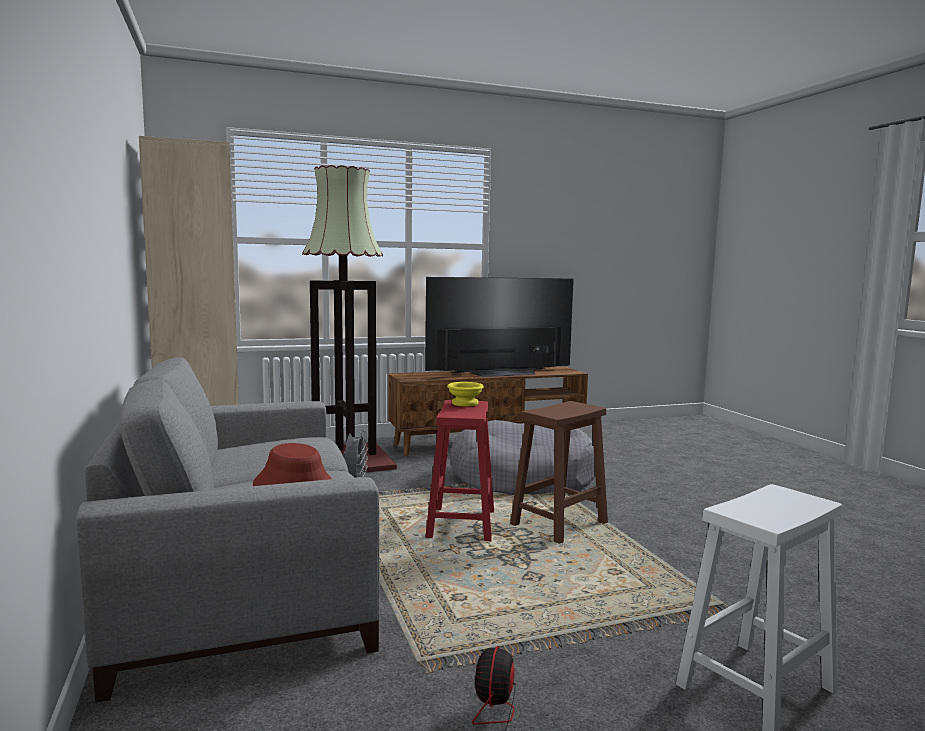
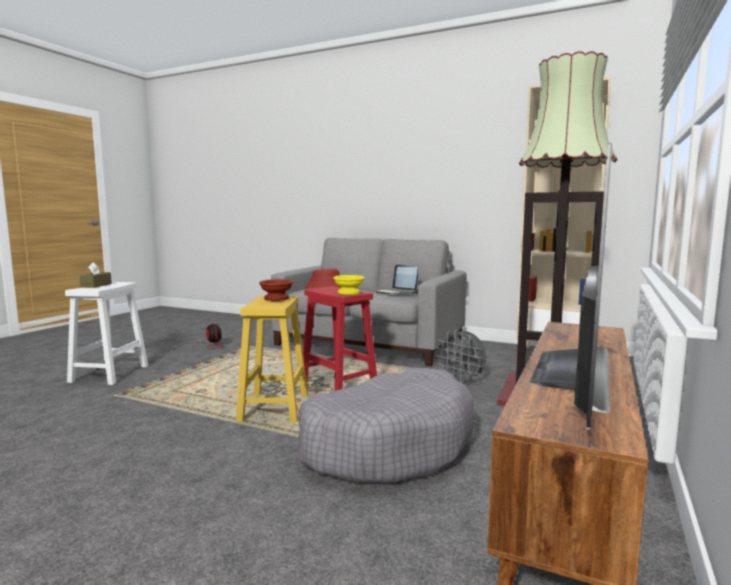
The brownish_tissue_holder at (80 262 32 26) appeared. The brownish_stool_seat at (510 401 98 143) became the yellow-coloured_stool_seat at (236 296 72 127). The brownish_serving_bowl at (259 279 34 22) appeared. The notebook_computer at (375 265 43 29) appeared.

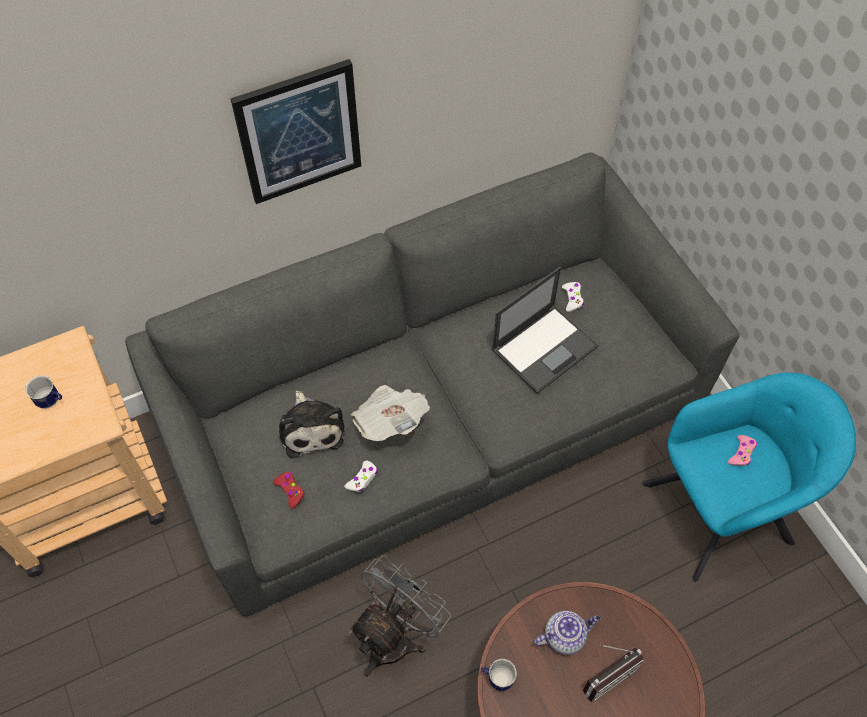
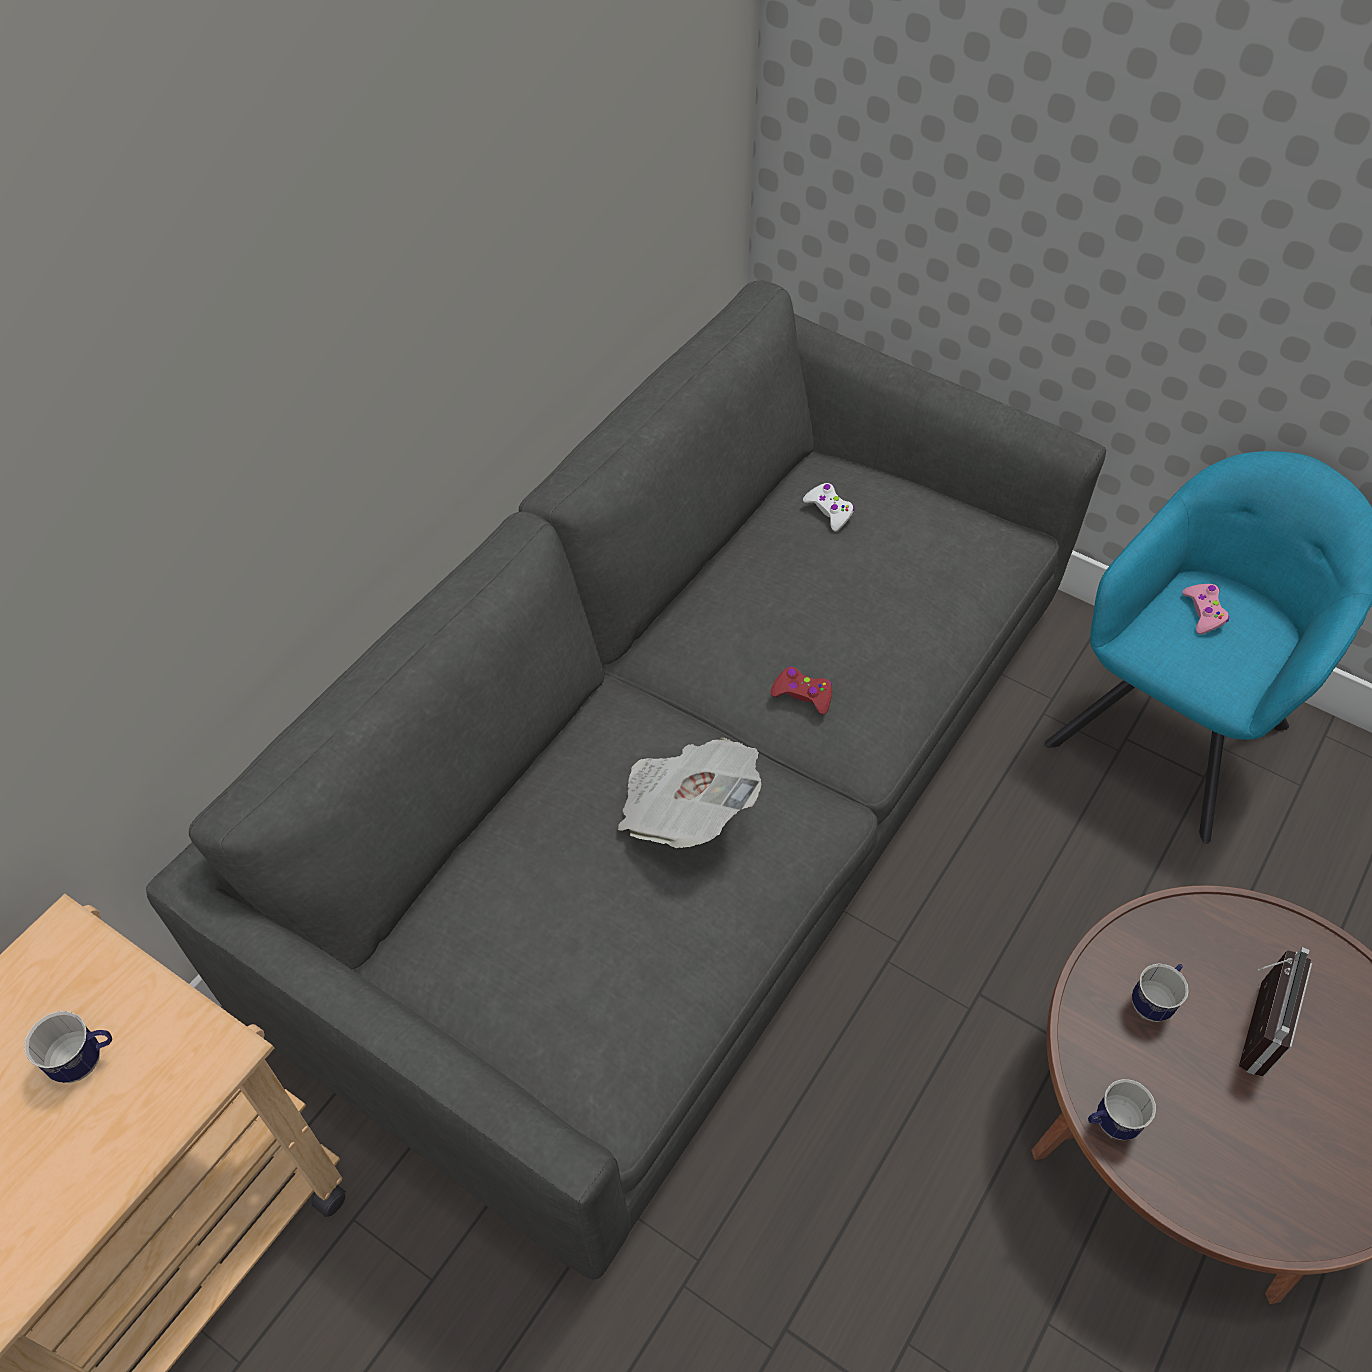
The red_gamepad moved from (273 472 32 37) to (771 666 61 49). The pot_for_tea at (534 611 66 44) was replaced by the coffee_mug at (1132 963 56 59). The picture at (230 59 131 145) disappeared. The soft_toy at (279 391 66 67) disappeared. The whitish_gamepad at (344 461 34 31) disappeared. The grey_fan at (349 555 102 122) disappeared. The notebook_computer at (492 267 106 127) disappeared.

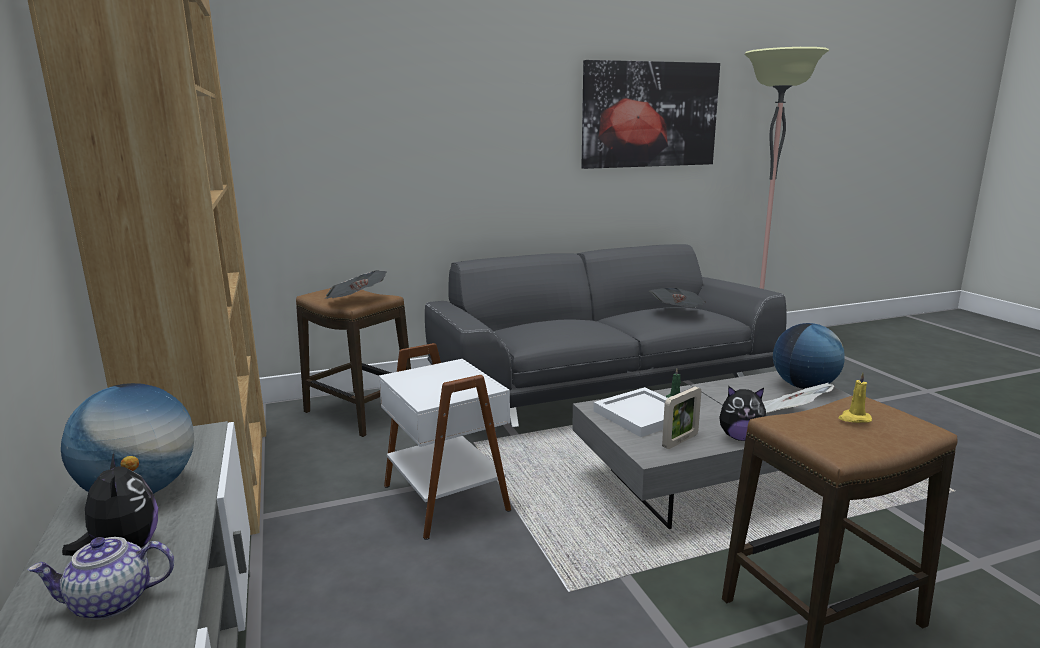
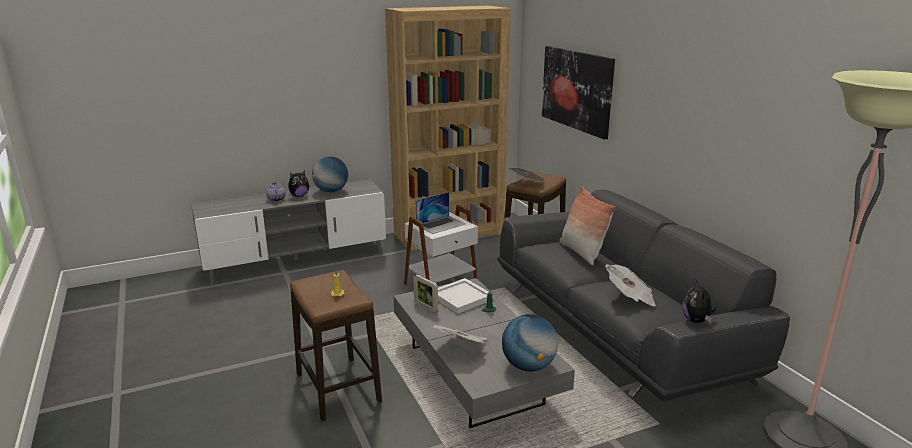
The notebook_computer at (416 192 50 42) appeared. The picture moved from (581 60 139 109) to (542 46 73 94). The throw_pillow at (560 186 56 79) appeared. The soft_toy moved from (719 386 47 55) to (682 280 34 43).

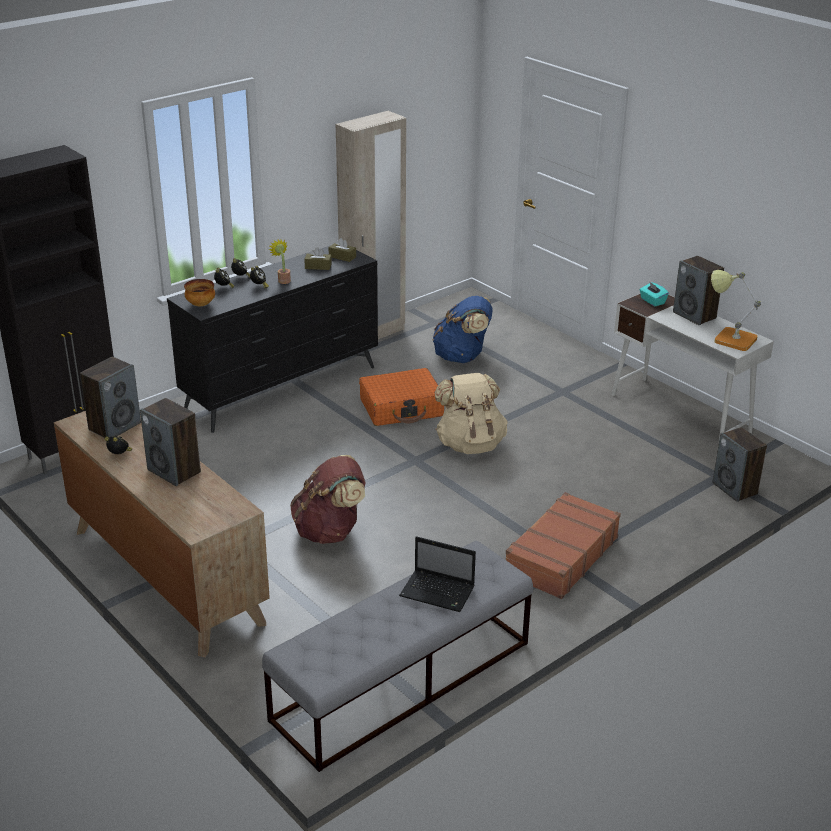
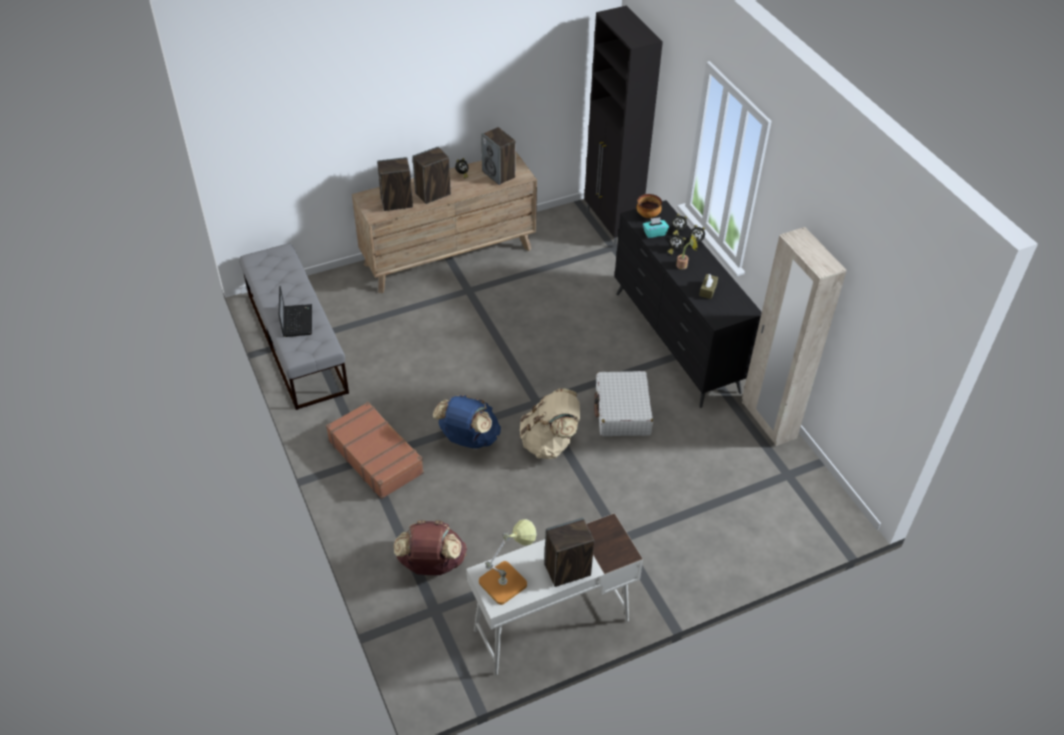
The notebook_computer at (399 536 77 76) turned 135 degrees clockwise. The speaker moved from (712 427 55 75) to (377 157 36 54). The brownish_knapsack moved from (290 455 76 89) to (394 520 73 55). The blue-coloured_knapsack moved from (433 296 60 67) to (433 395 68 54). The orangey_suitcase at (359 368 85 58) became the whitish_suitcase at (594 371 59 65). The turquoise_tissue_holder moved from (640 281 29 25) to (643 217 26 21). The brownish_tissue_holder at (328 238 28 24) disappeared.

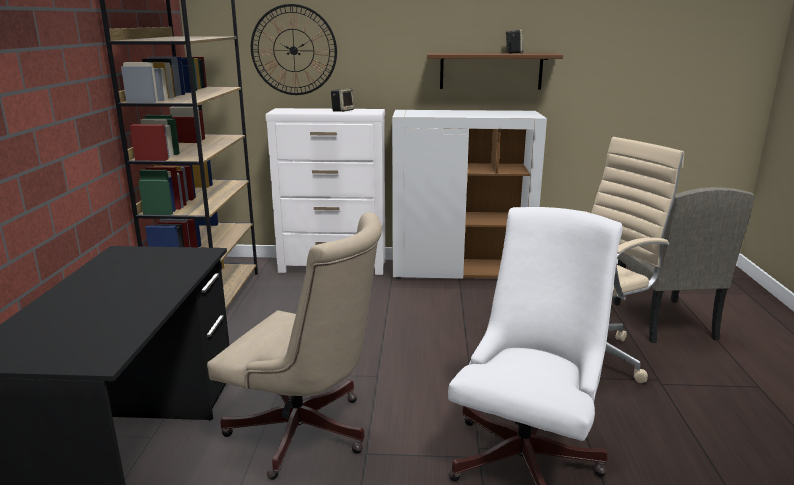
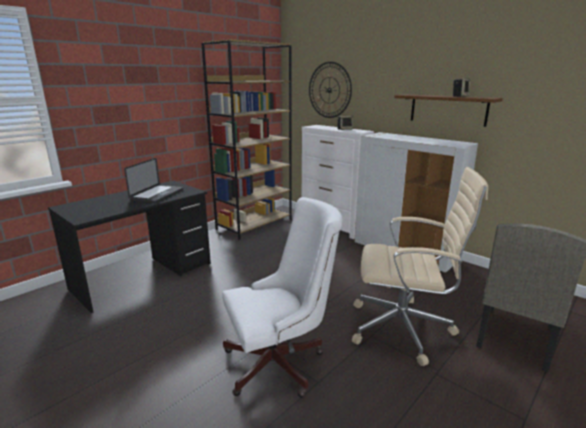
The notebook_computer at (124 158 59 45) appeared. The beige-coloured_desk_chair at (207 212 175 268) disappeared.

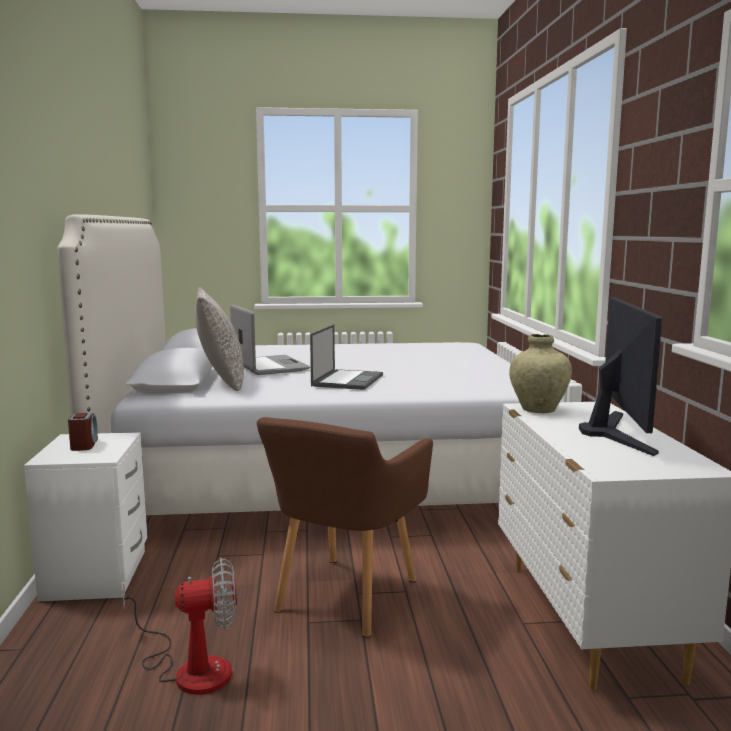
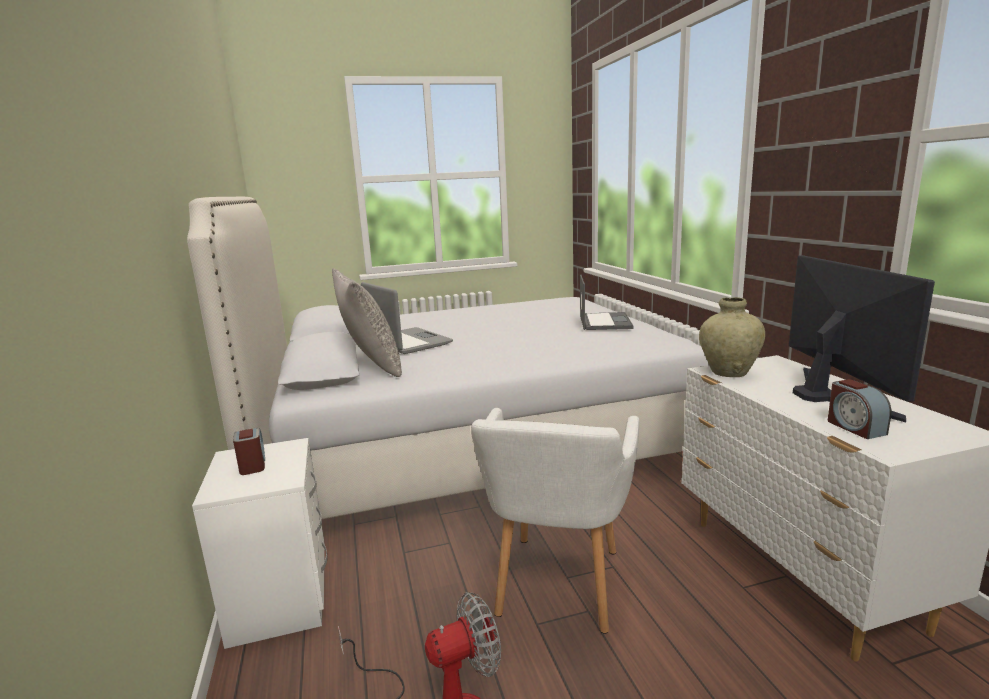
The brownish_easy_chair at (257 417 176 220) became the whitish_easy_chair at (471 408 168 226). The notebook_computer moved from (310 324 73 66) to (580 274 54 56). The alarm_clock at (828 379 63 60) appeared.

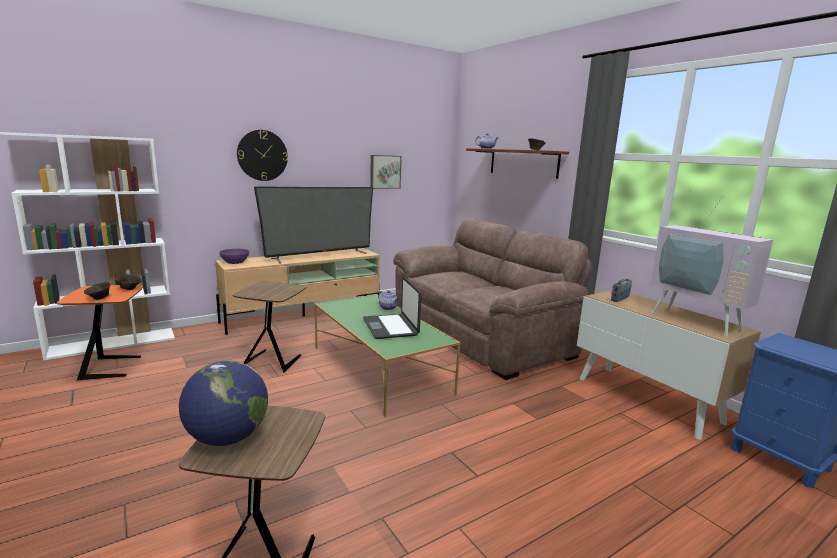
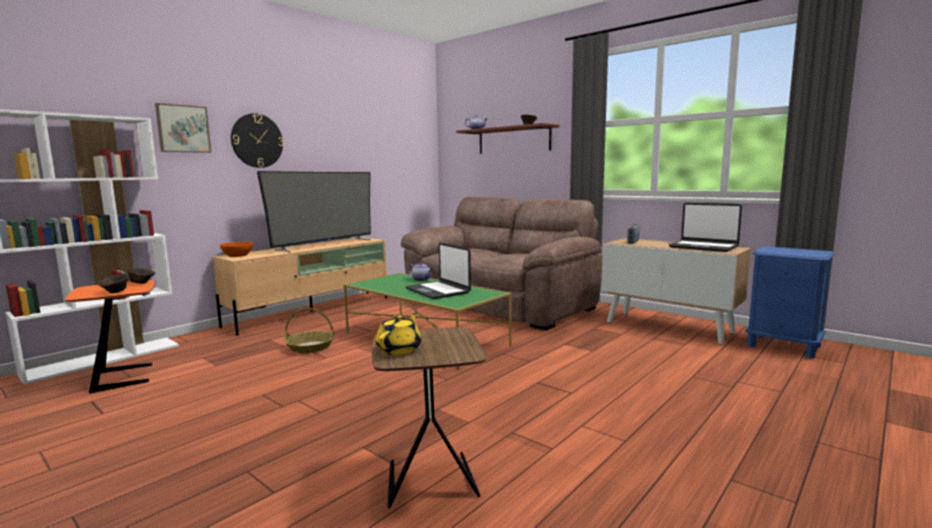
The picture moved from (370 155 32 34) to (155 103 56 50). The purplish_serving_bowl at (219 249 30 15) became the orangey_serving_bowl at (220 242 33 15). The brownish_end_table at (233 281 74 92) was replaced by the household_basket at (285 308 49 45). The globe at (179 360 89 86) was replaced by the yellow-coloured_pot_for_tea at (375 313 46 42). The TV at (650 190 123 148) was replaced by the notebook_computer at (669 203 73 49).

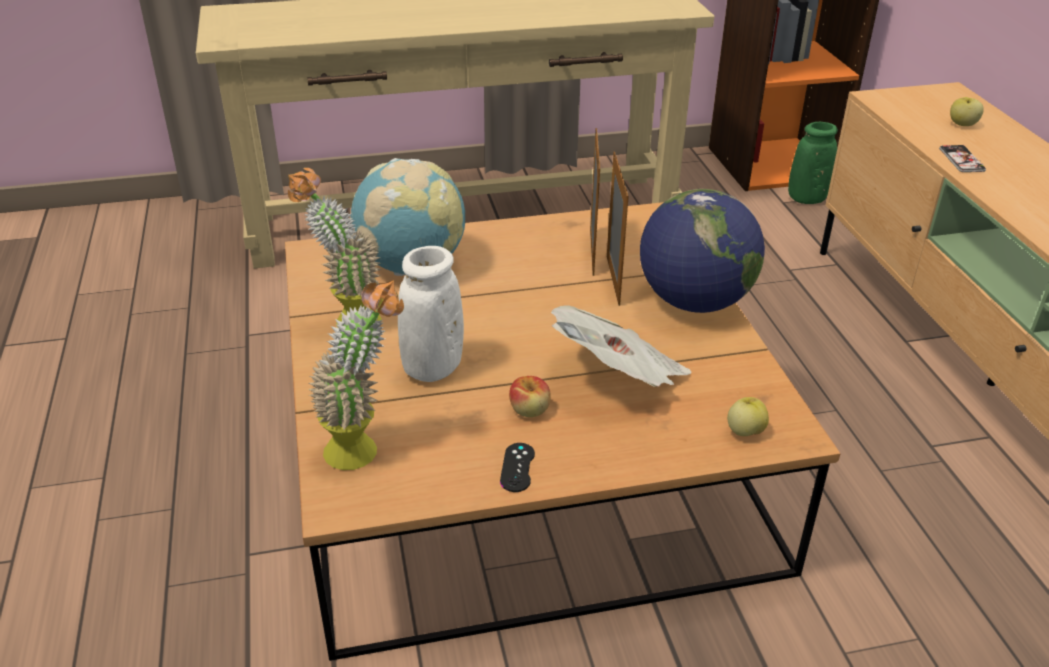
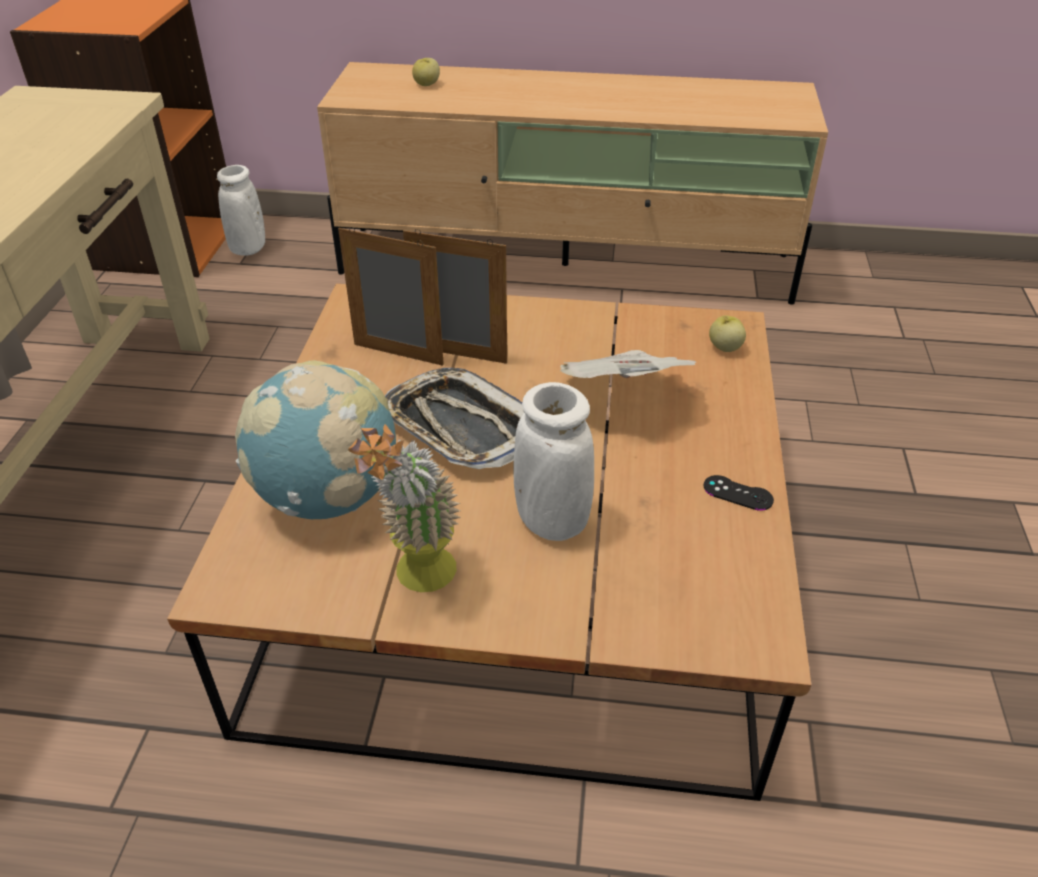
The green_flower_vase at (788 122 50 82) became the whitish_flower_vase at (217 165 48 91). The carrying_tray at (385 368 139 101) appeared. The houseplant at (308 280 96 190) disappeared. The apple at (509 376 42 41) disappeared. The globe at (640 189 125 124) disappeared. The phone at (939 145 47 27) disappeared.

